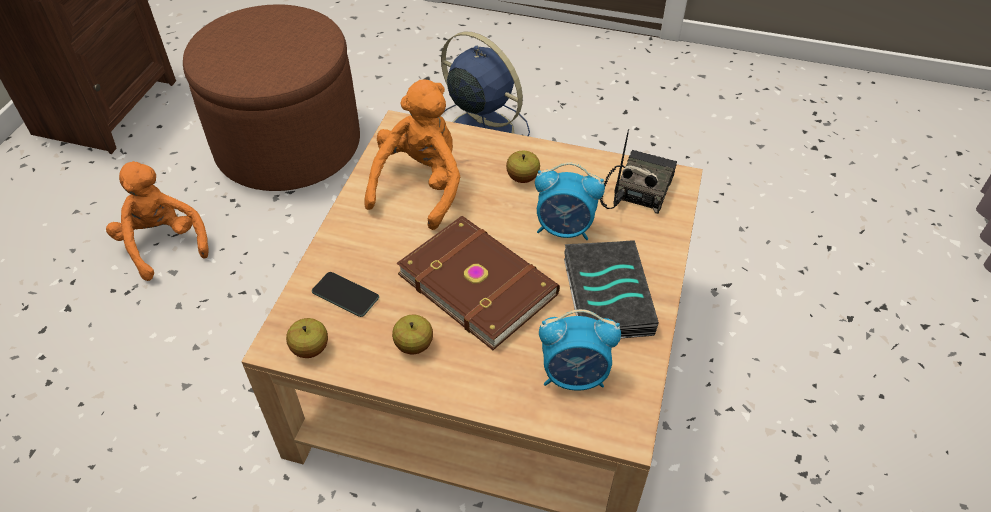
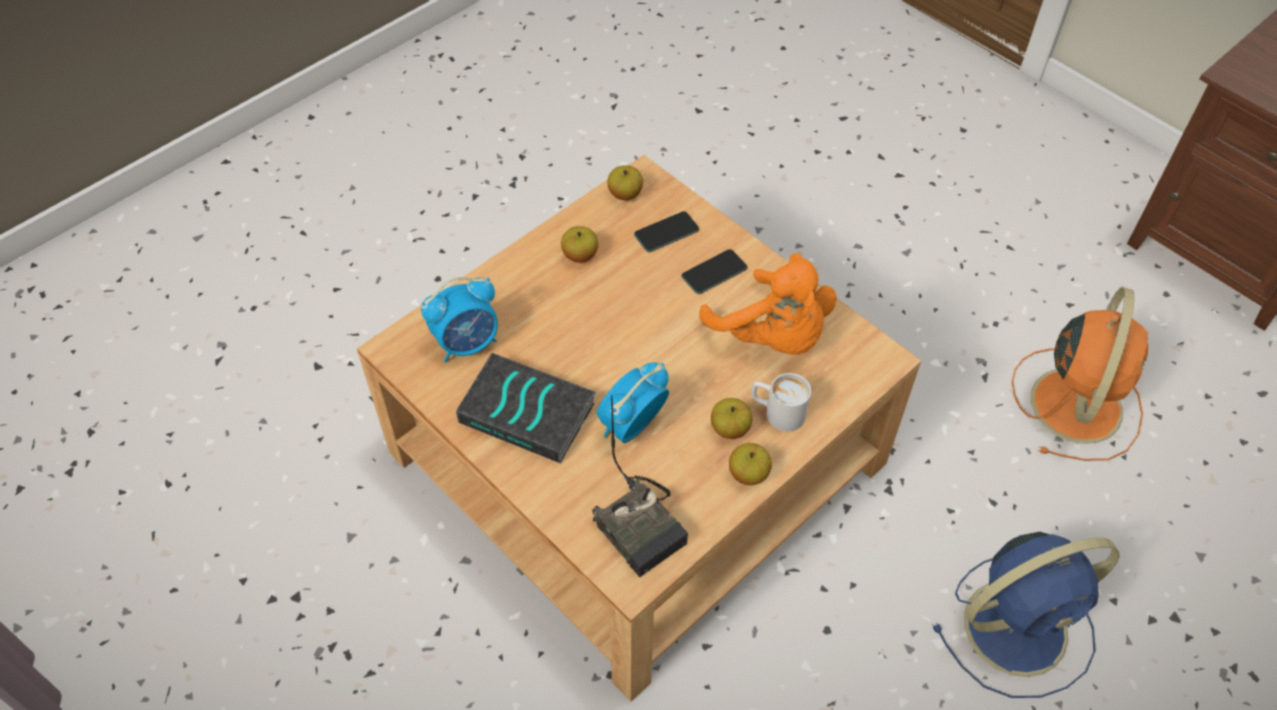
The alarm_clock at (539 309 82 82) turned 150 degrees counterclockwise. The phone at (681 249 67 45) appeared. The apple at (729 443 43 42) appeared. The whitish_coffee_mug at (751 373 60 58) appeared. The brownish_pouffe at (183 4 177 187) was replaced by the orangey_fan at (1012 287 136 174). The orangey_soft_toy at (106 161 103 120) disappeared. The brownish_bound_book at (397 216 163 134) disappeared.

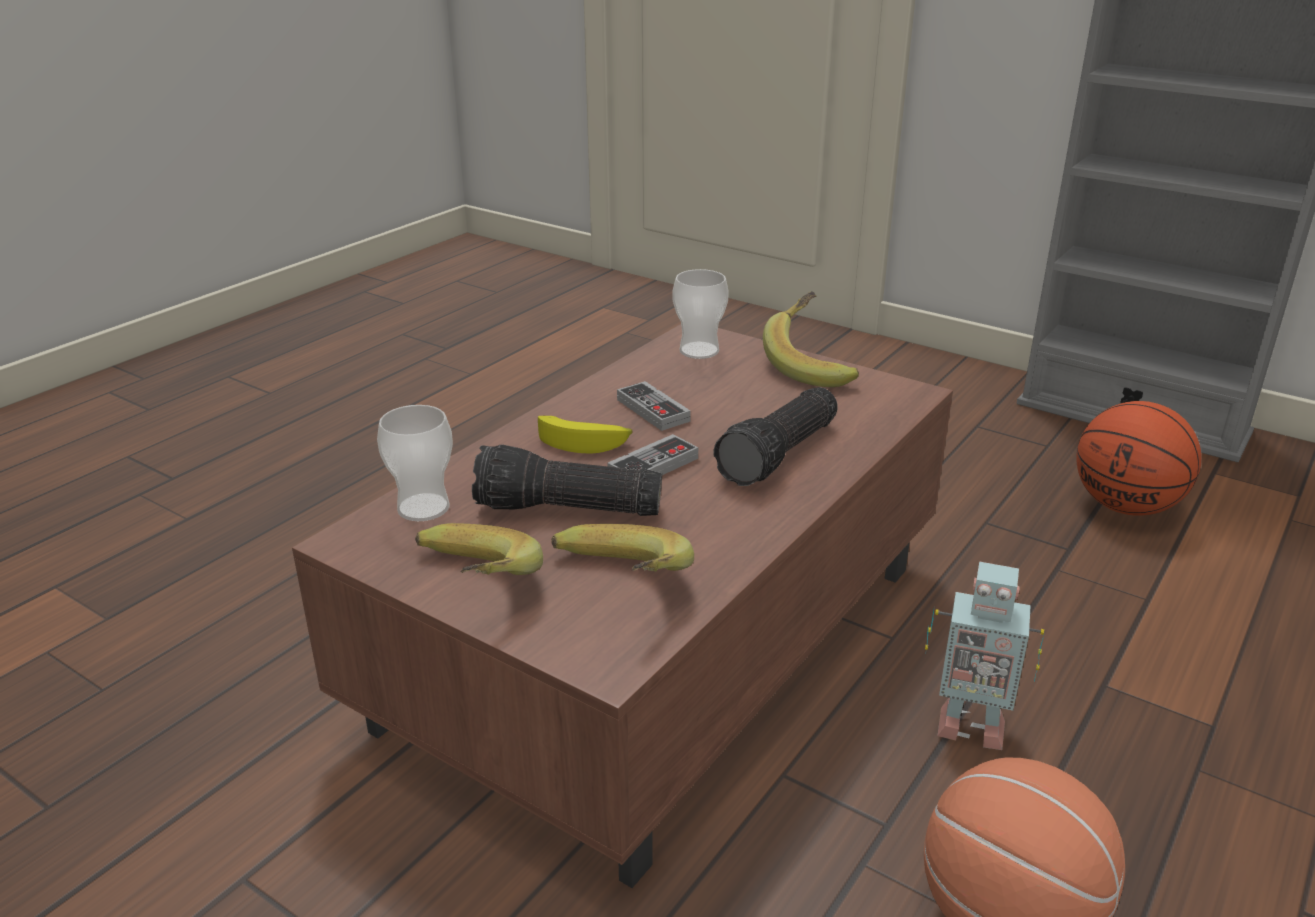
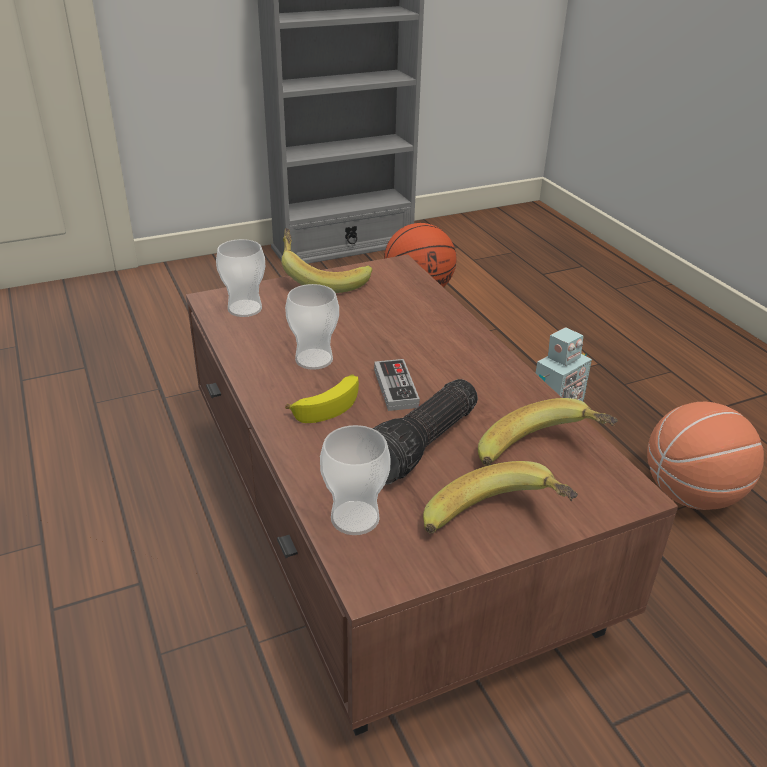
The gamepad at (617 381 74 50) was replaced by the small_cup at (285 284 54 86). The flashlight at (713 387 125 99) disappeared.

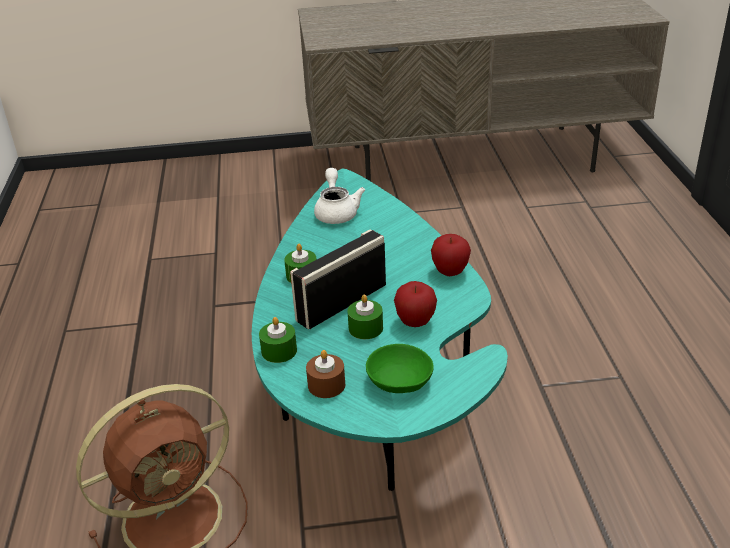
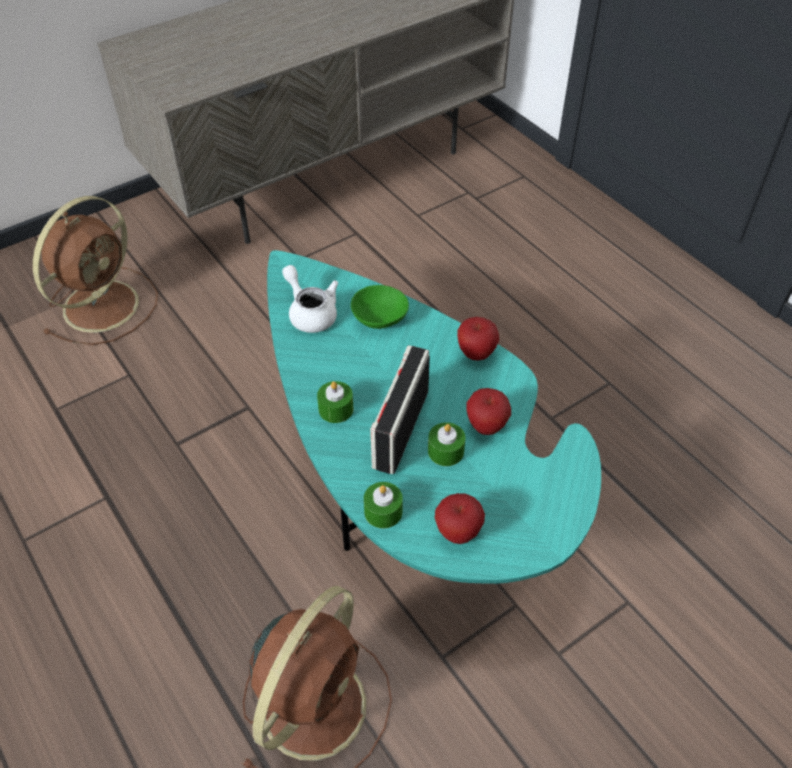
The brownish_fan at (33 196 125 149) appeared. The green_serving_bowl moved from (366 344 68 49) to (351 285 58 44). The brownish_wax_light at (306 350 39 48) was replaced by the apple at (435 493 50 51).

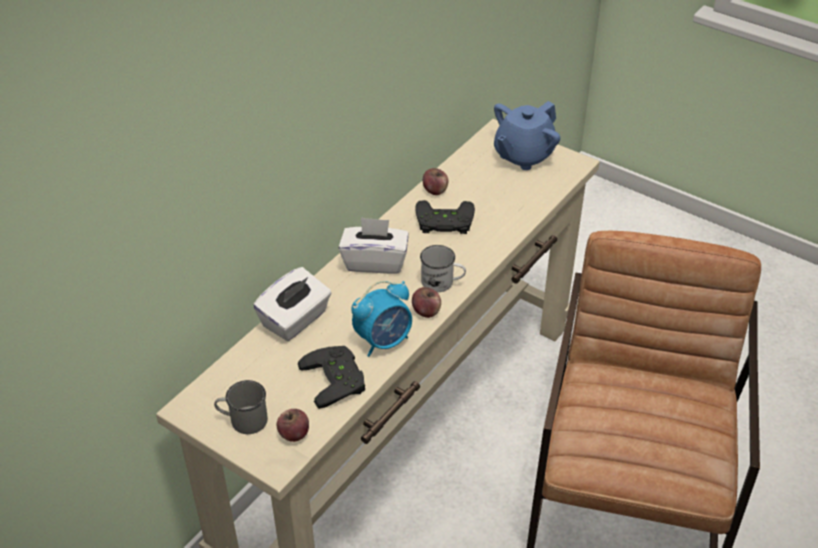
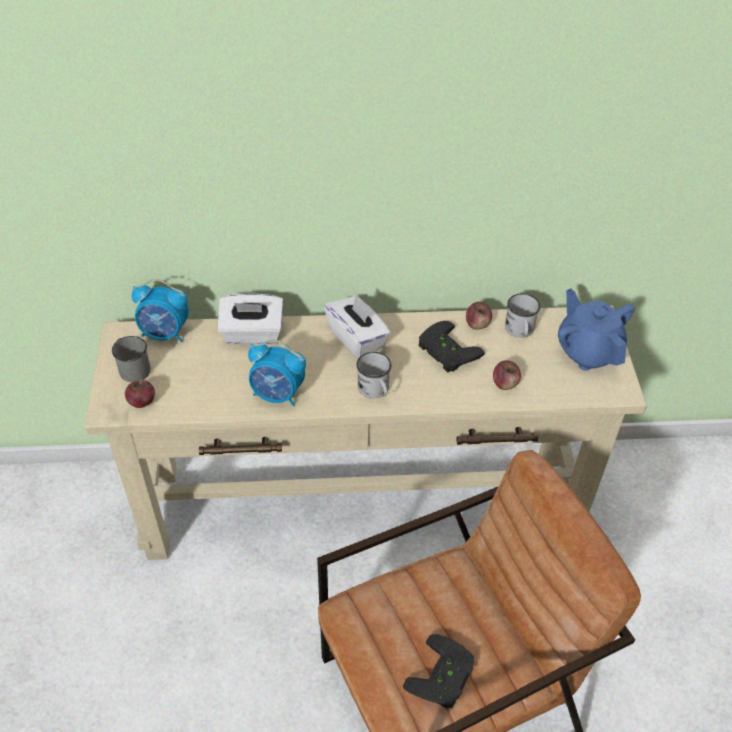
The alarm_clock at (132 279 57 63) appeared. The black_gamepad moved from (298 346 67 63) to (403 634 71 74). The apple moved from (412 287 29 31) to (493 360 28 30). The whitish_coffee_mug at (505 294 35 44) appeared. The blue-coloured_pot_for_tea at (494 101 66 69) turned 60 degrees clockwise.

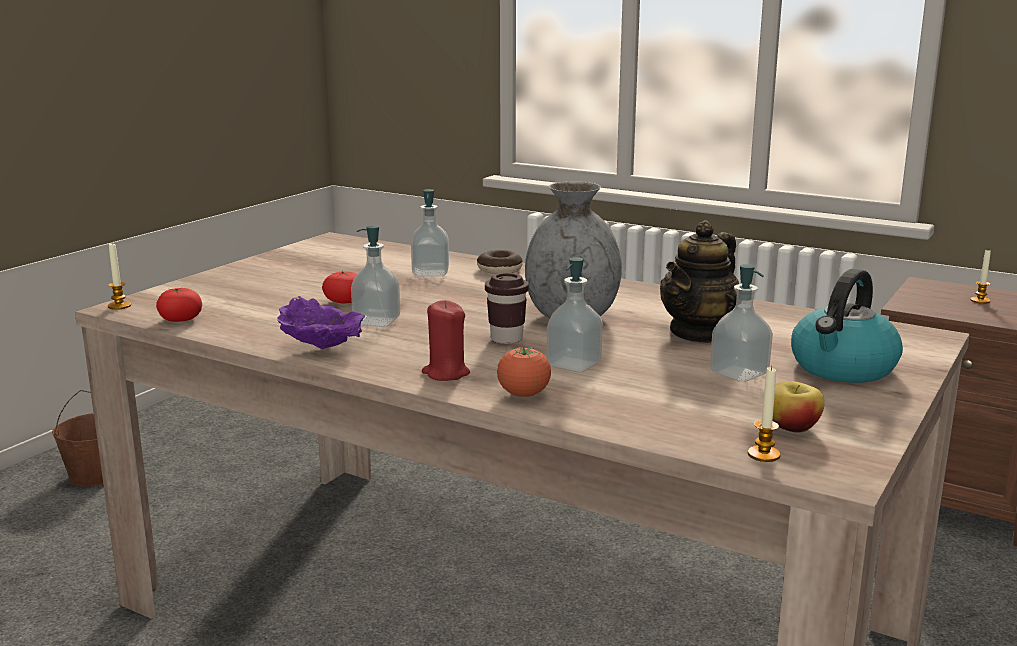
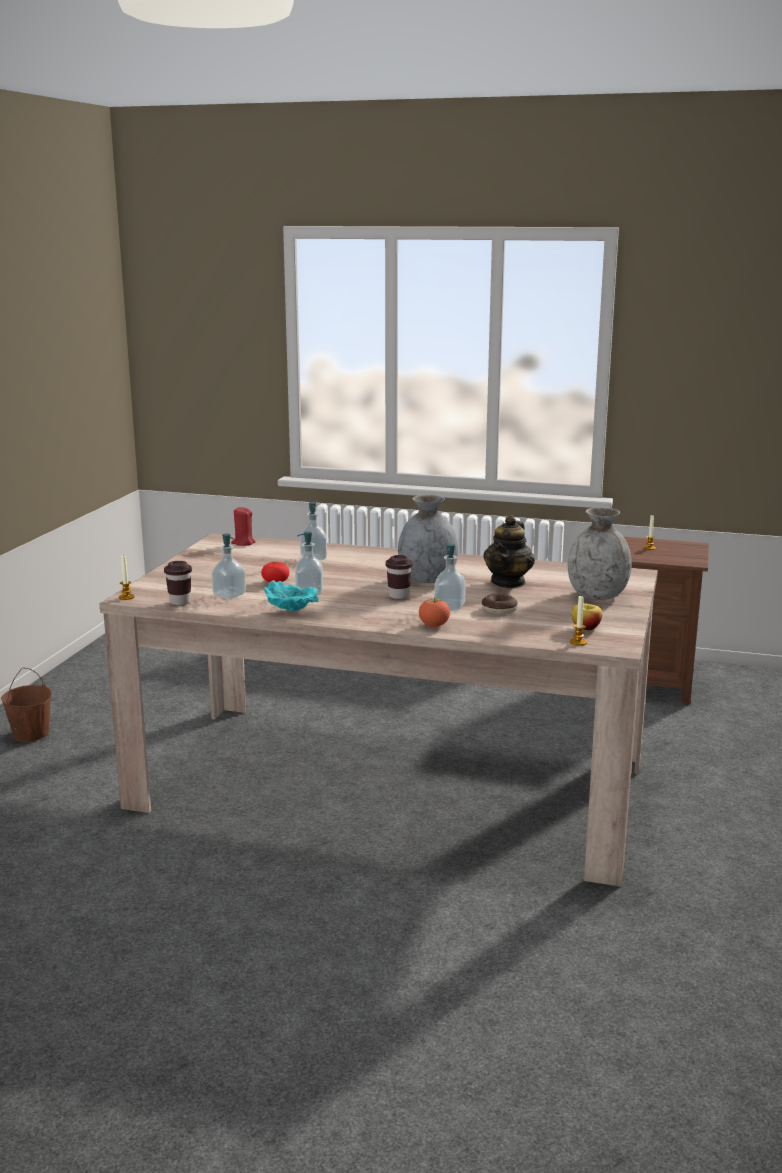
The fresh_tomato at (156 288 46 34) was replaced by the brownish_small_cup at (164 561 28 44). The liquid_soap_bottle moved from (710 264 63 118) to (211 534 35 65). The red_wax_light moved from (422 300 48 81) to (231 507 25 39). The purplish_serving_bowl at (277 296 88 53) became the turquoise_serving_bowl at (264 580 54 32). The doughnut moved from (477 250 46 24) to (482 593 36 21). The tea_kettle at (791 269 112 114) was replaced by the grey_flower_vase at (568 507 64 93).

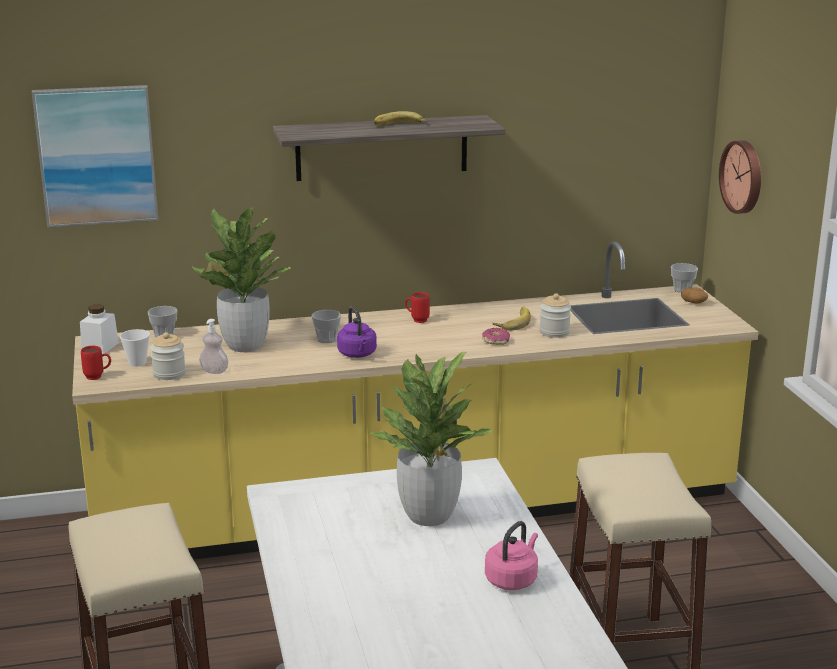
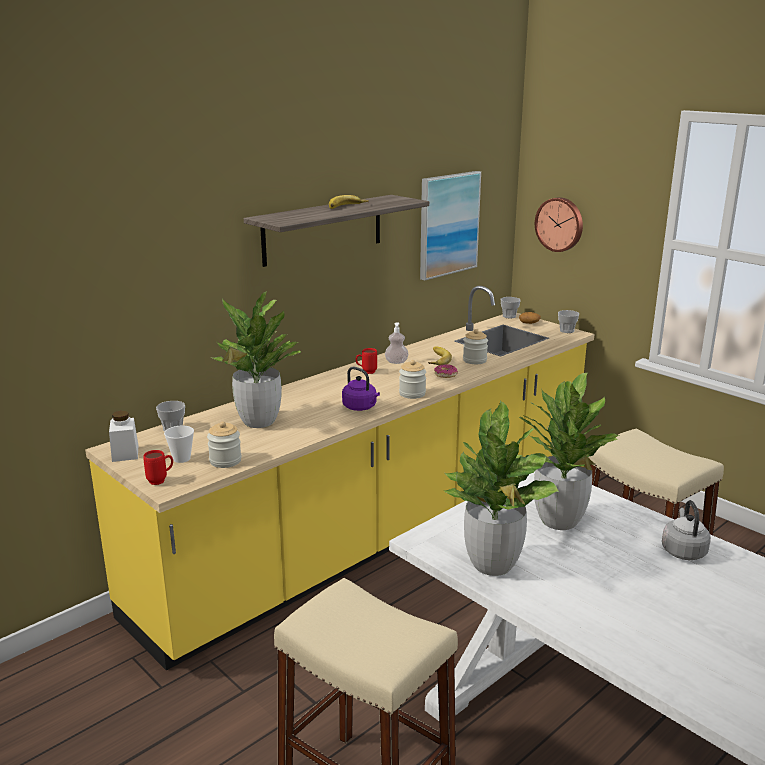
The liquid_soap_bottle moved from (199 319 29 55) to (385 322 23 42). The preserve_jar at (399 360 27 39) appeared. The picture moved from (32 85 126 143) to (420 171 61 109). The houseplant at (442 401 117 175) appeared. The small_cup moved from (312 310 29 33) to (558 310 21 23). The pink_tea_kettle at (485 521 53 69) became the grey_tea_kettle at (662 500 49 60).

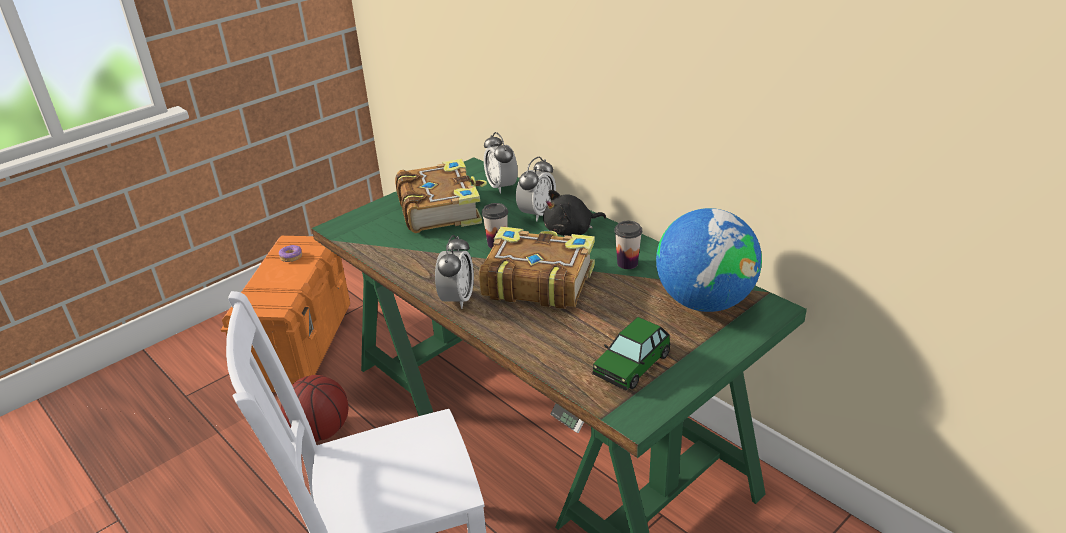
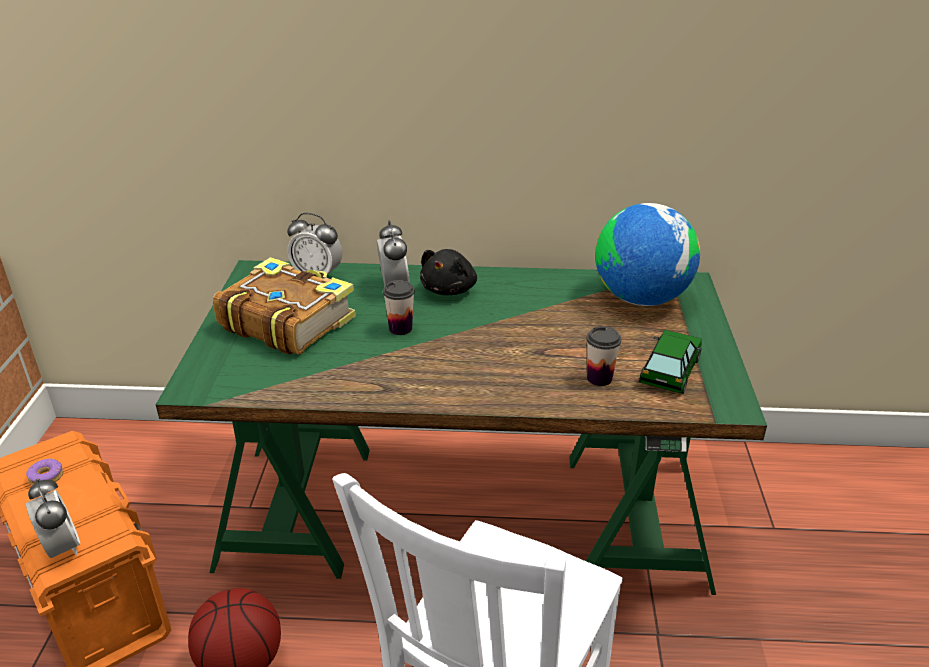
The alarm_clock moved from (435 235 39 74) to (26 478 54 80). The small_cup moved from (614 221 28 48) to (586 326 35 60). The miniature_car at (592 317 78 73) turned 150 degrees counterclockwise. The bound_book at (479 227 116 82) disappeared.

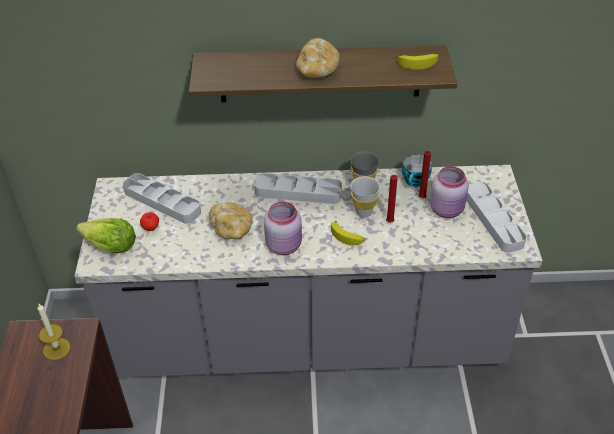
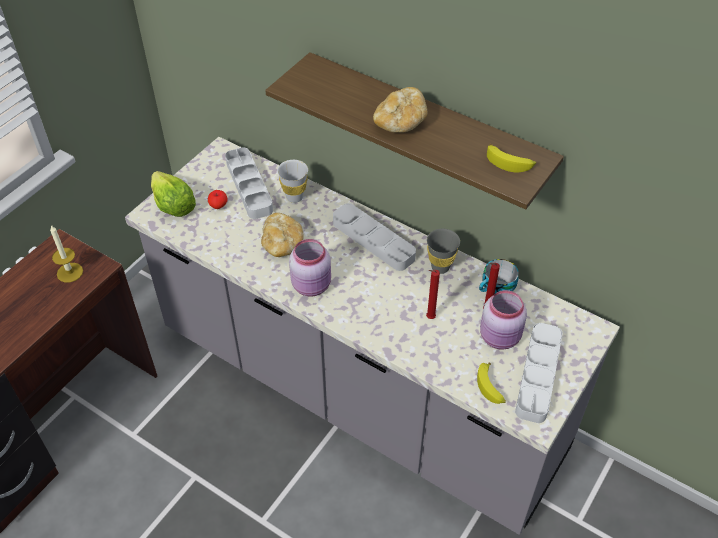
The whitish_small_cup moved from (351 176 29 41) to (277 160 31 43). The whole_banana moved from (331 221 35 24) to (477 362 29 42).

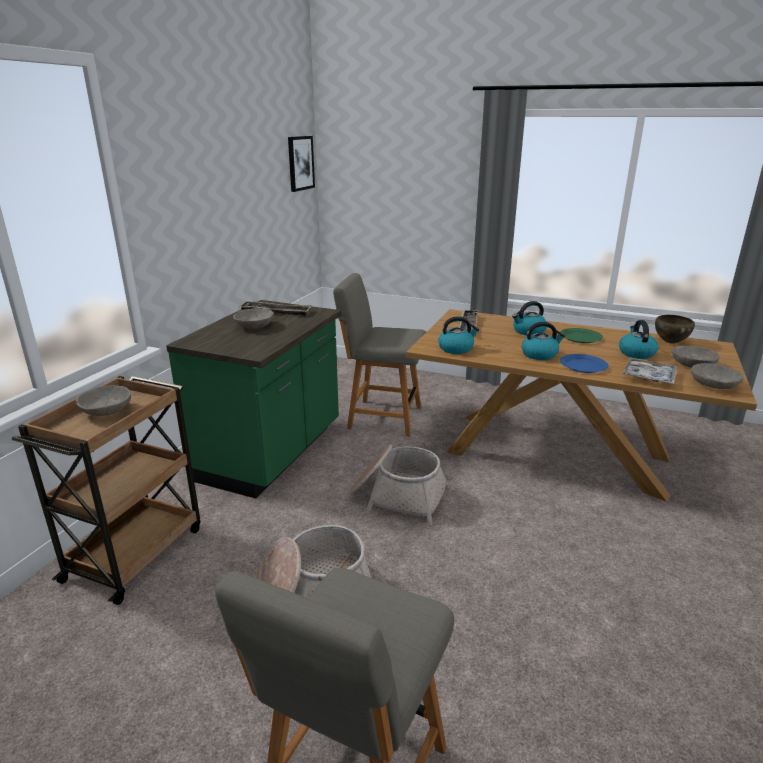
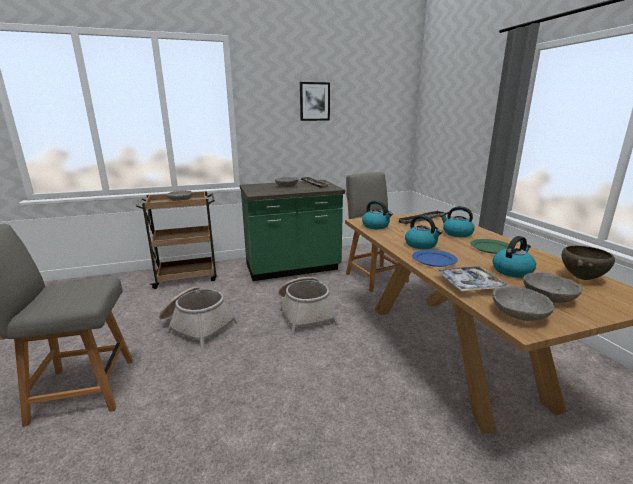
The picture moved from (288 136 27 56) to (300 82 30 39).

